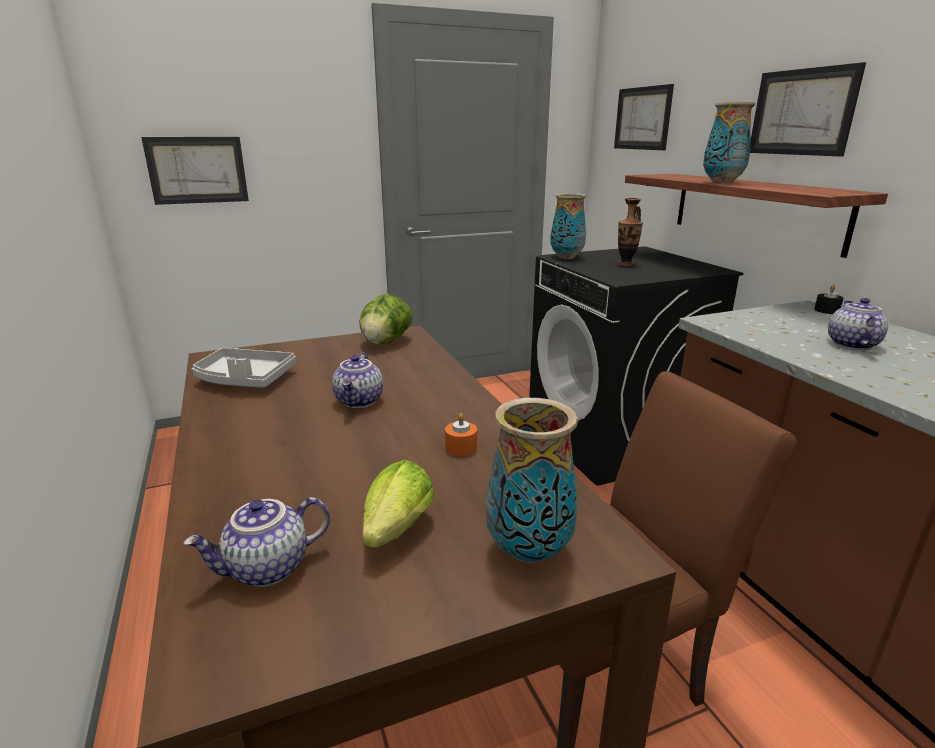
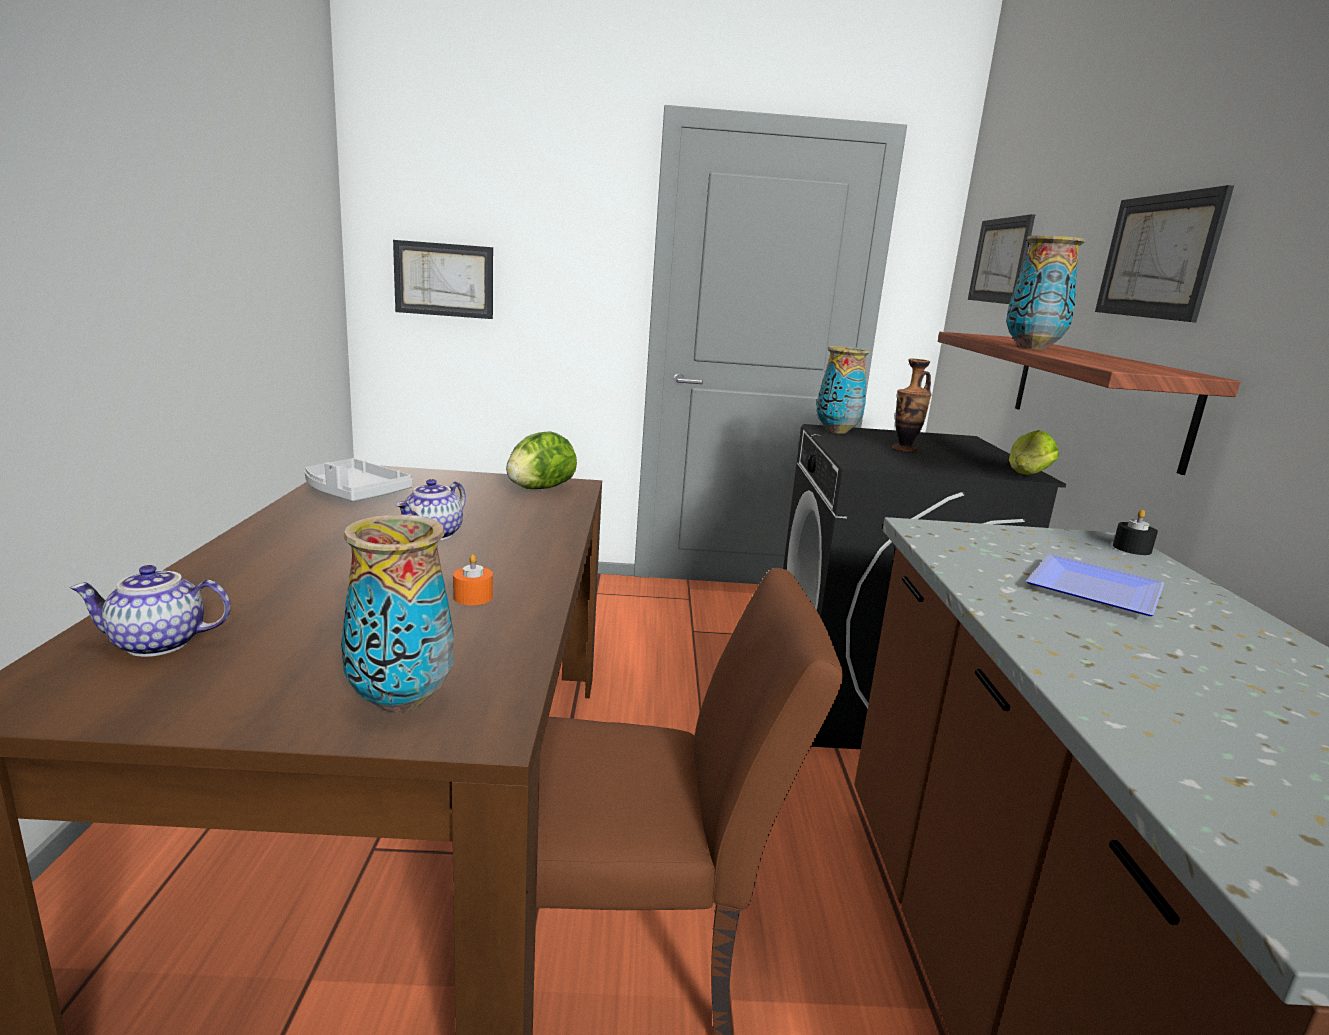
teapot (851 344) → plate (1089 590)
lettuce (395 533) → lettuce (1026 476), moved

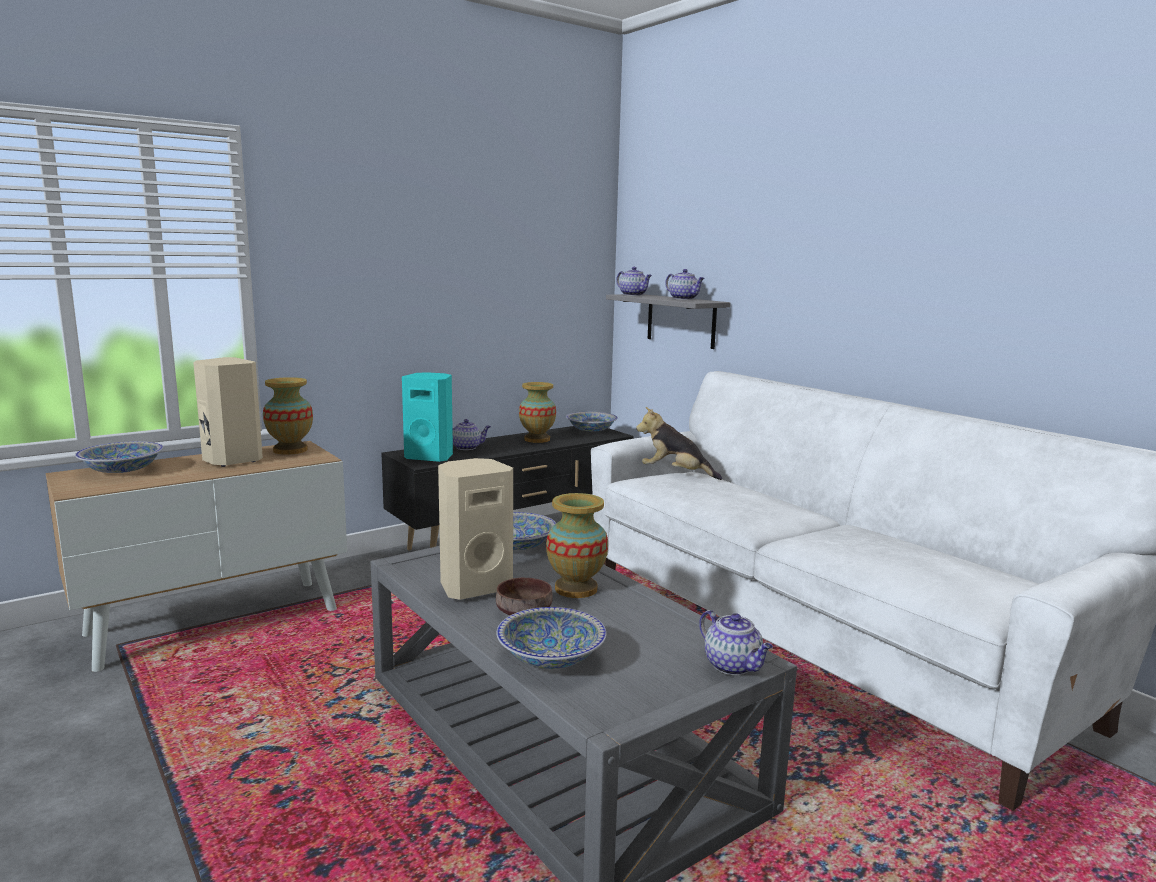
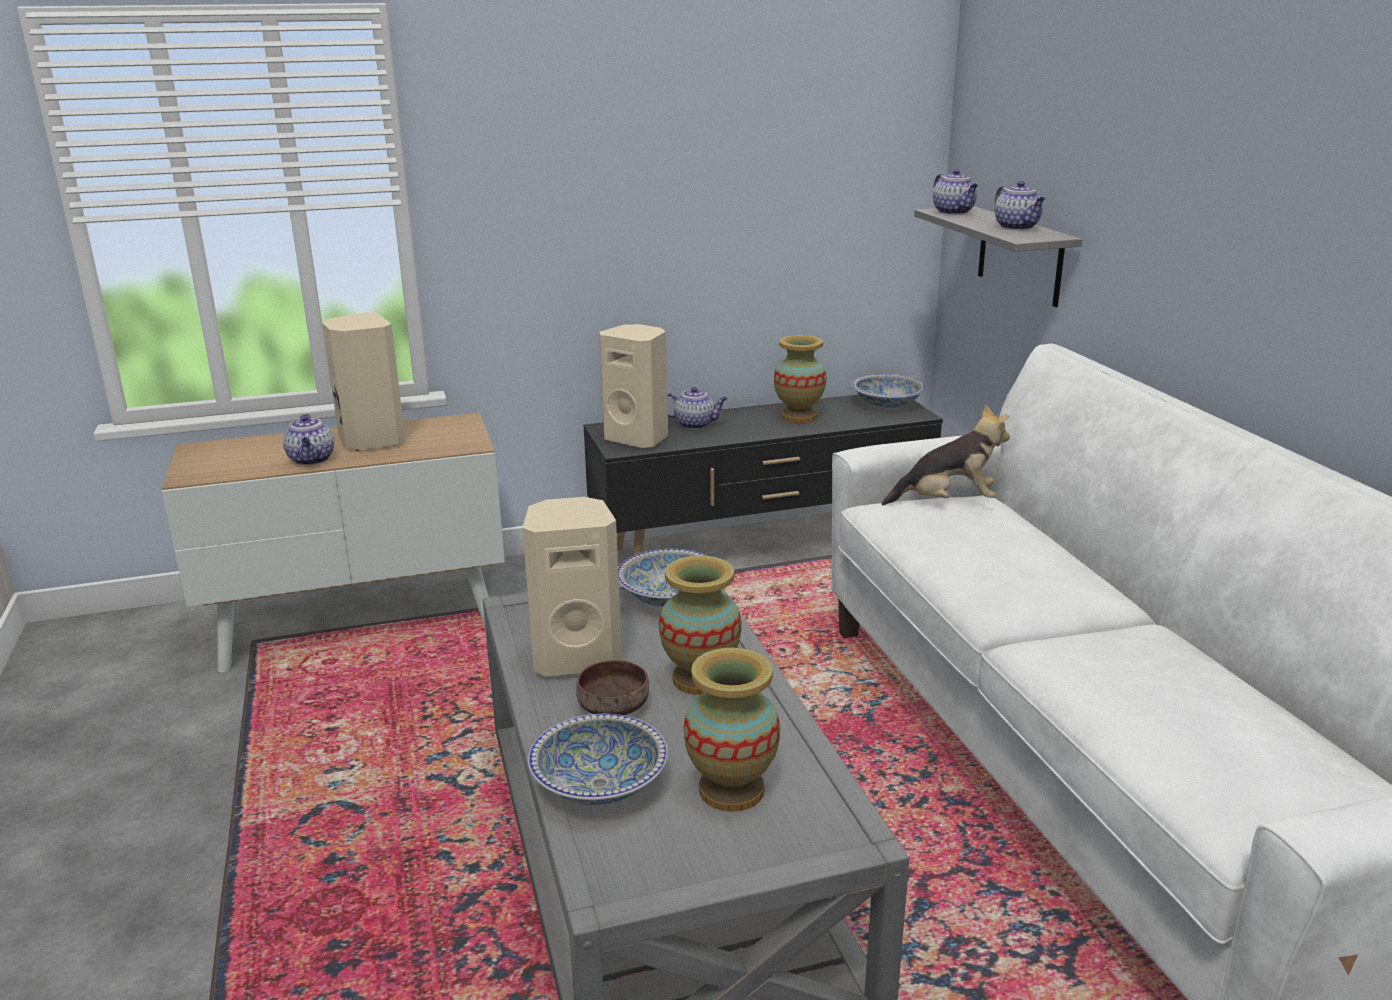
turquoise speaker (430 457) → beige speaker (638 438)
vase (290 450) → vase (731 790), moved
plush toy (675 474) → plush toy (947 502), 135 degrees clockwise
bowl (122 470) → -
teapot (733 666) → teapot (312 460), moved

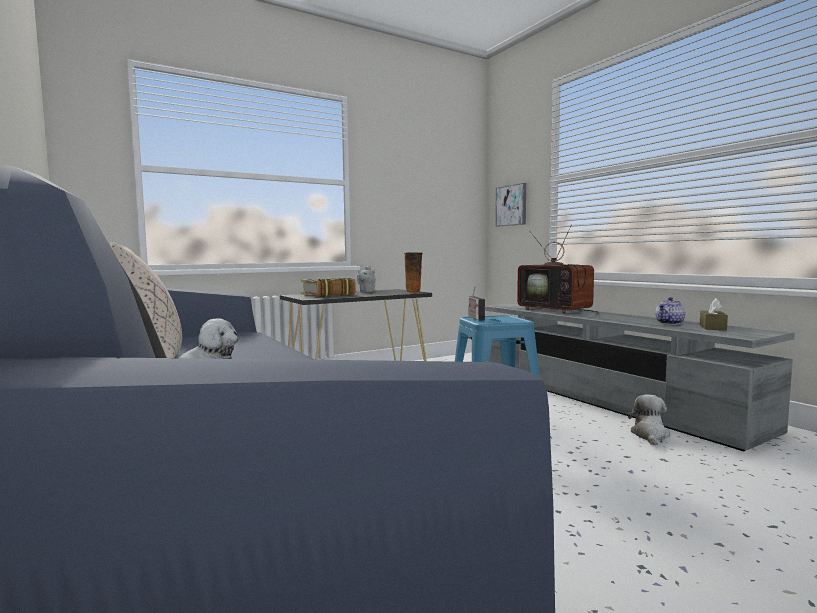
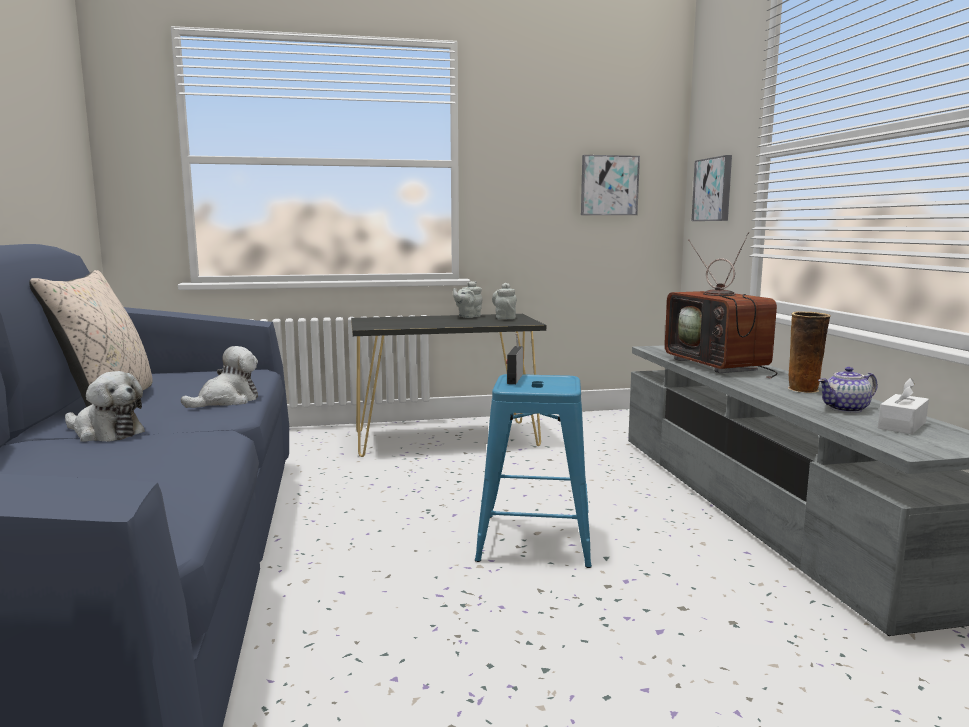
vase (413 292) → vase (804 390), moved
book (327 295) → -
brown tissue box (712 327) → white tissue box (902 425)
plush toy (649 435) → plush toy (227 401), moved
- → picture (609 185)
- → grey teapot (505 318)

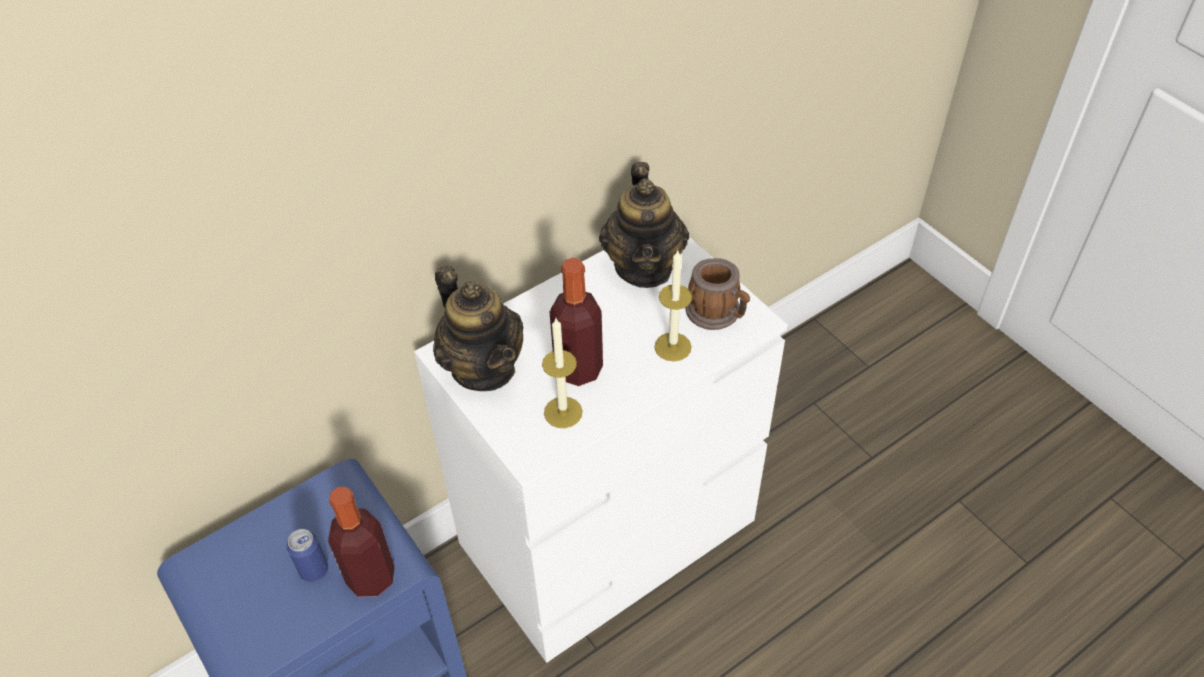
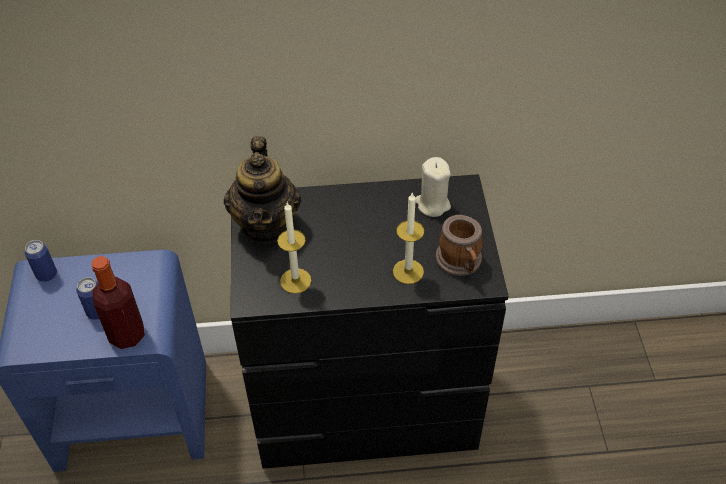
teapot (644 267) → beige candle (432 204)
white dresser (609 534) → black dresser (366 403)
bottle (578 369) → -
- → can (46 274)

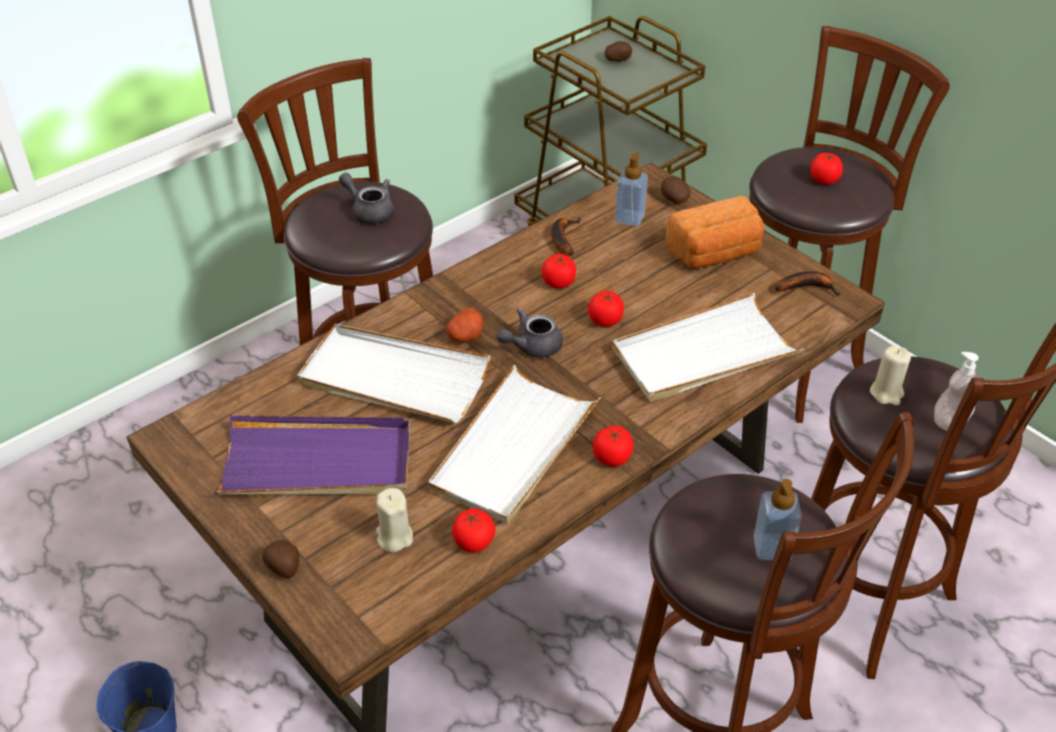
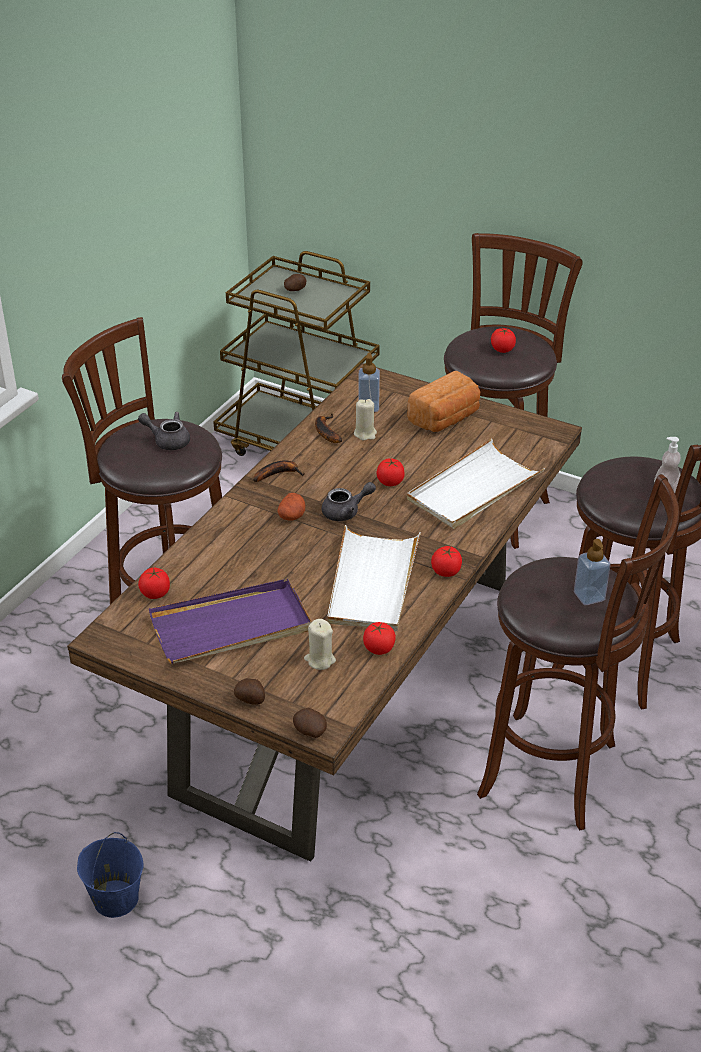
potato (673 199) → potato (309 731), moved
tomato (558 282) → tomato (155 593), moved
banana (807 287) → banana (278 474), moved
grey teapot (531 346) → grey teapot (346 512), 150 degrees counterclockwise
white tray (393 379) → -
beige candle (886 393) → beige candle (365 434), moved

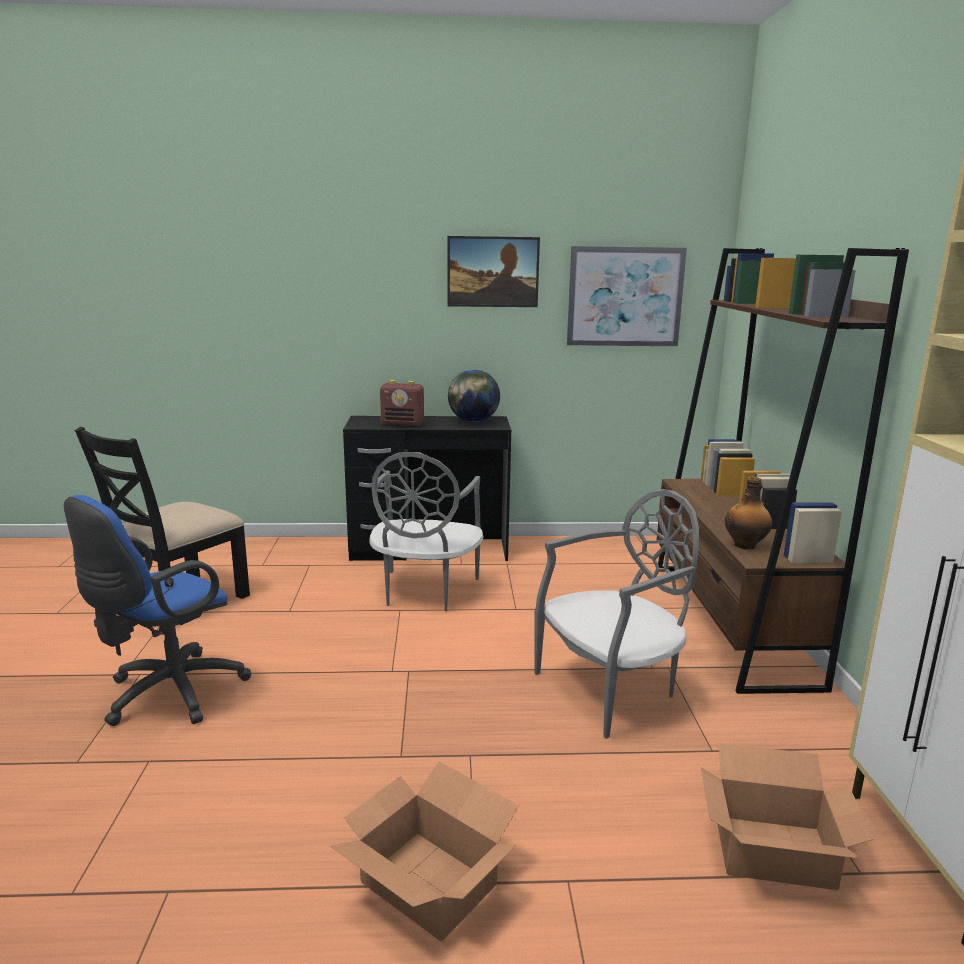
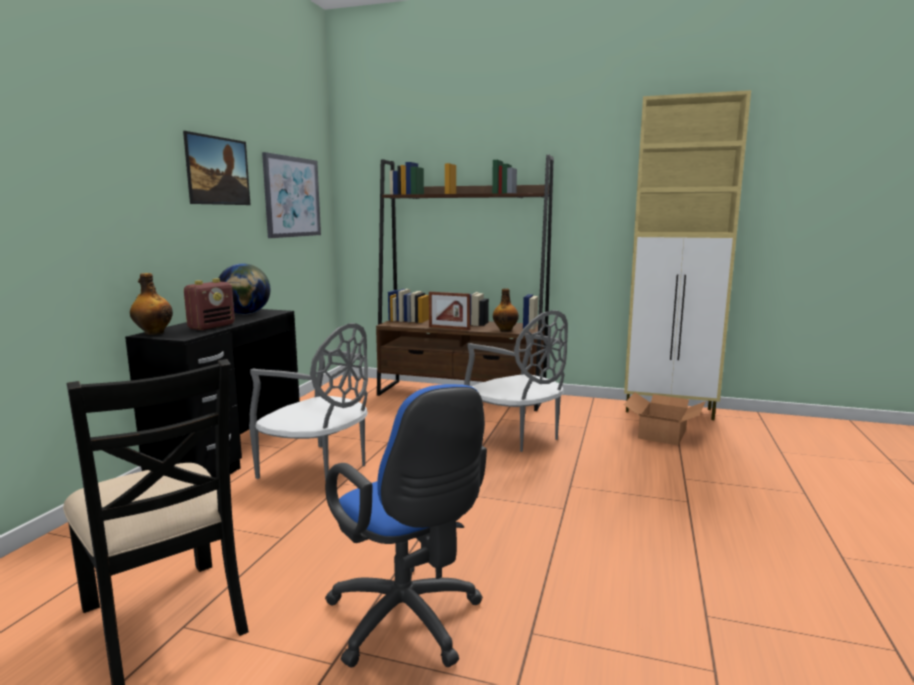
grey chair (611 690) → grey chair (517 436), 150 degrees clockwise
cardboard box (428 881) → -
- → bottle (153 333)
- → picture frame (449 328)

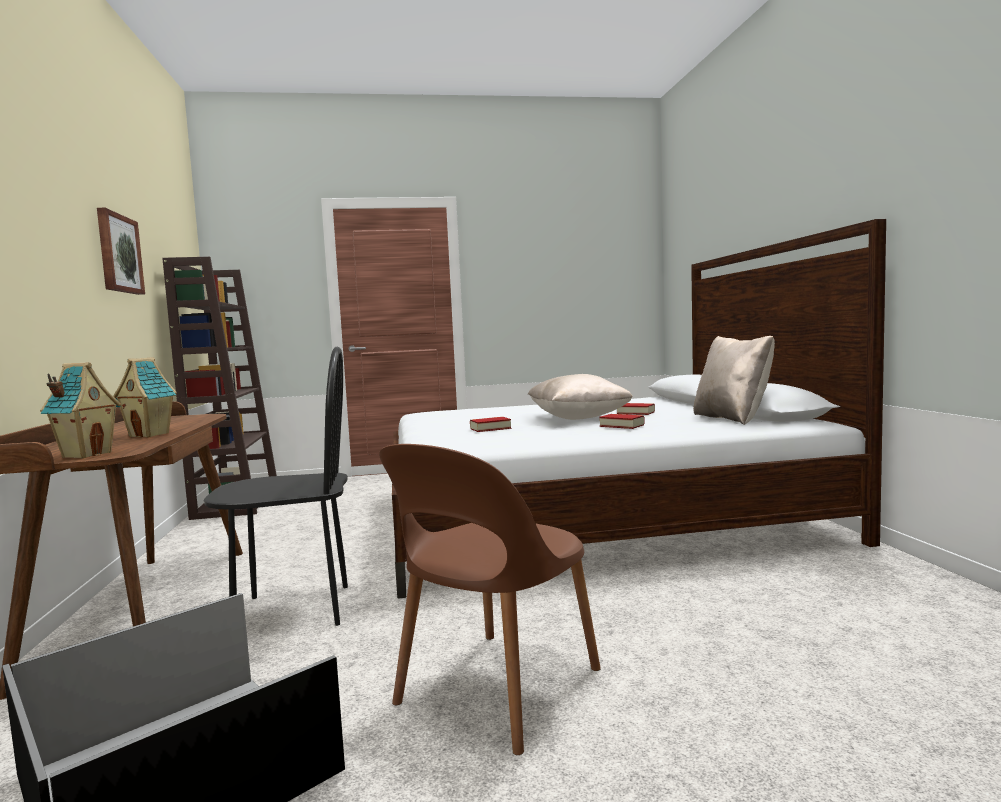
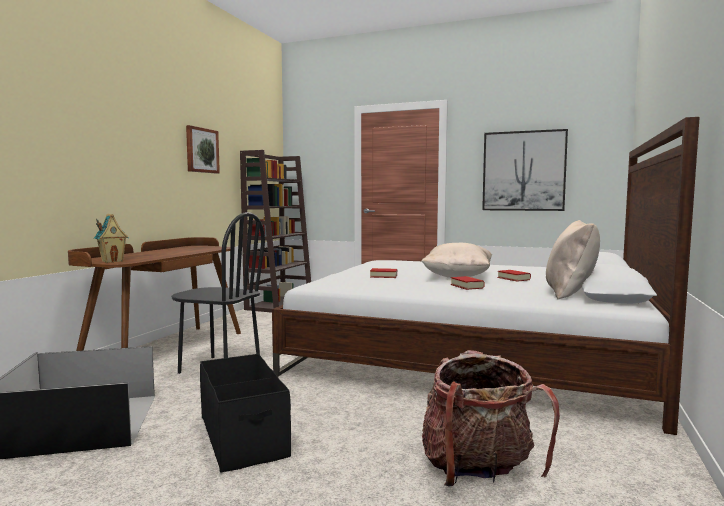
toy house (150 435) → -
brown chair (496 689) → black storage box (243 436)
- → picture (523 171)
- → backpack (478 471)

